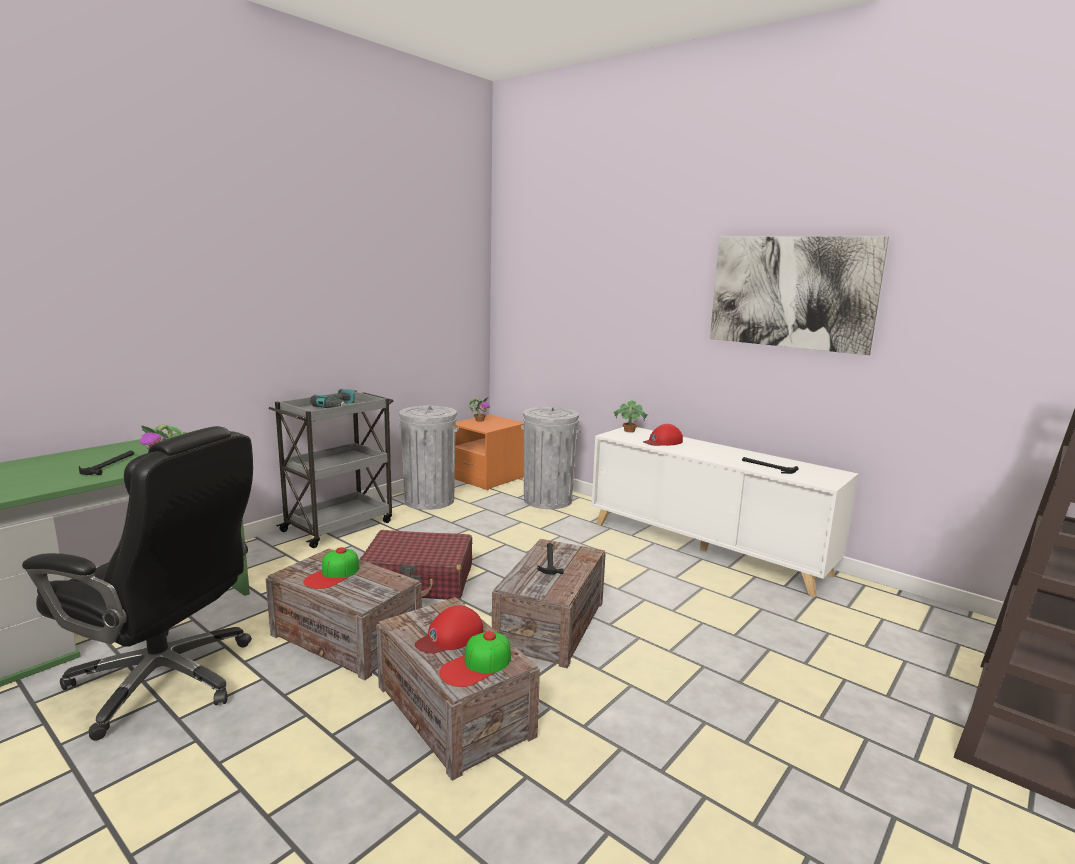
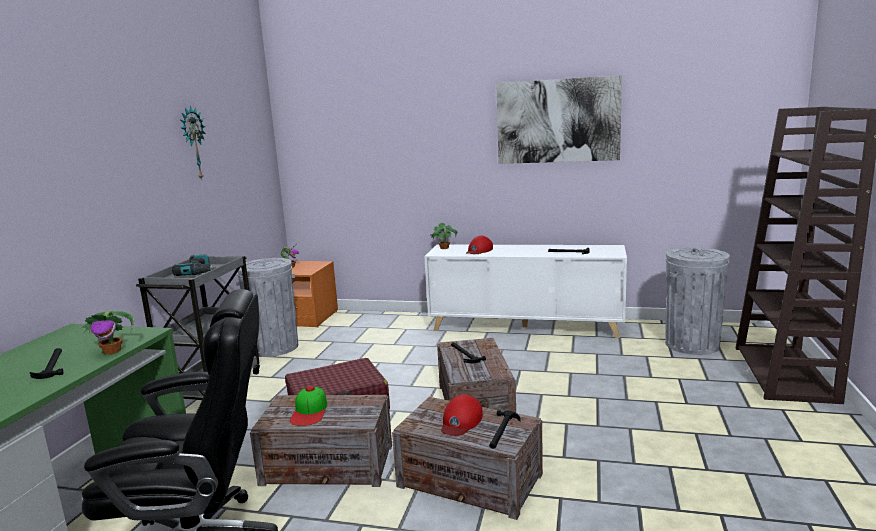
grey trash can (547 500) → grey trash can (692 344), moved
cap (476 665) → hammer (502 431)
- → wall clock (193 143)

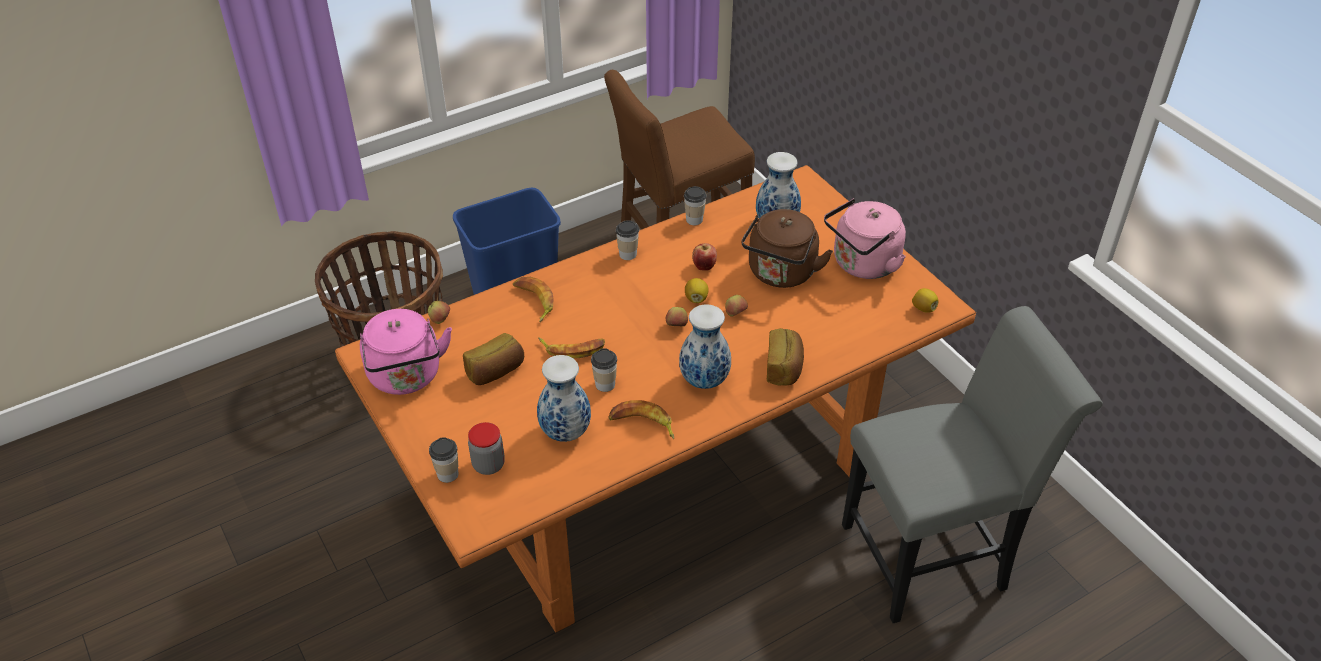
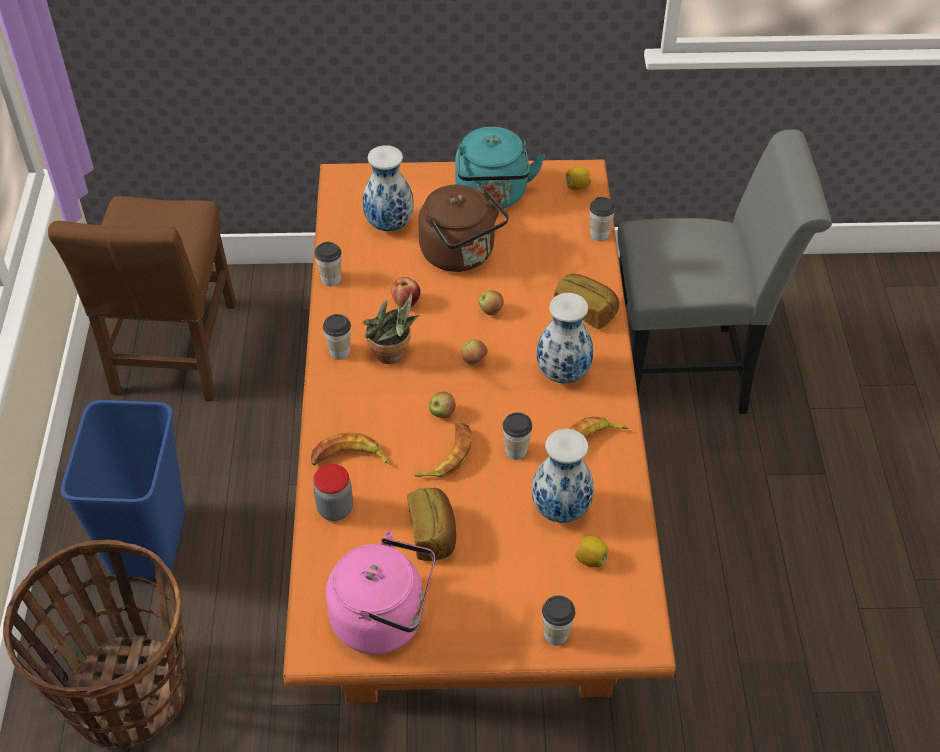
pink kettle (862 265) → turquoise kettle (492 196)
lemon (696 298) → lemon (590 559), moved
apple (440 320) → apple (442 413), moved
grey chair (935 553) → grey chair (691 371), 75 degrees clockwise
jar (488 465) → jar (335 509), moved
- → cup (599 234)
- → potted plant (392 356)

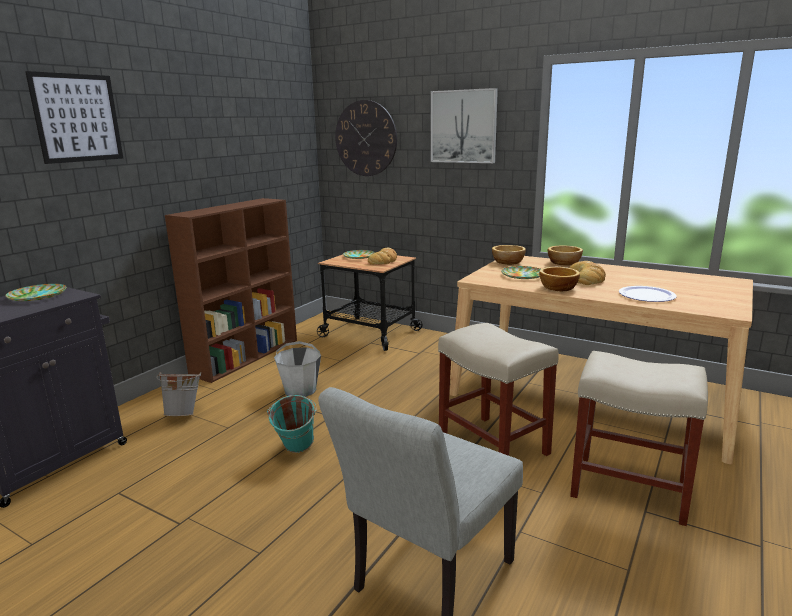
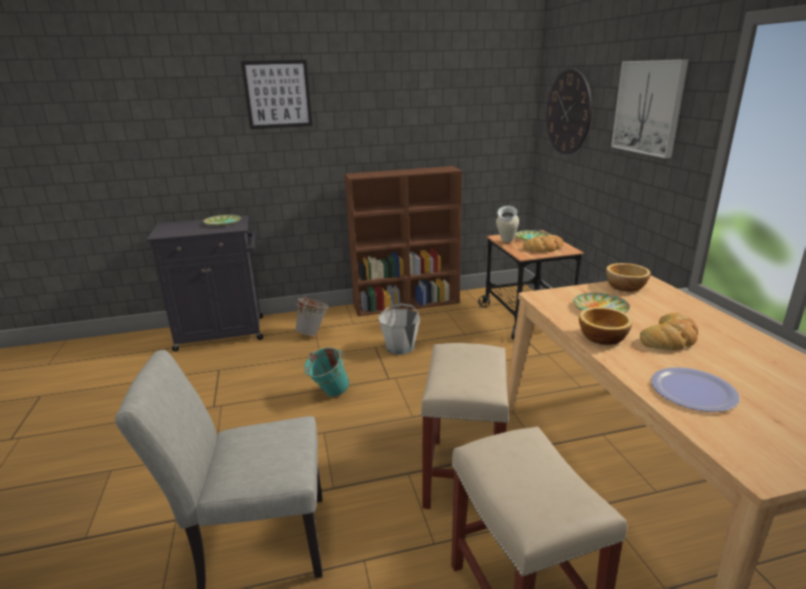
bowl (564 263) → -
- → vase (505 244)

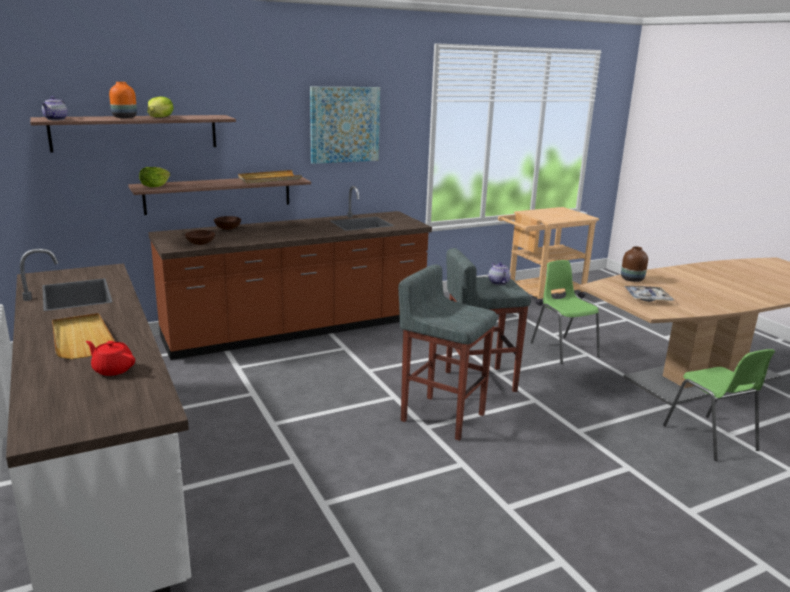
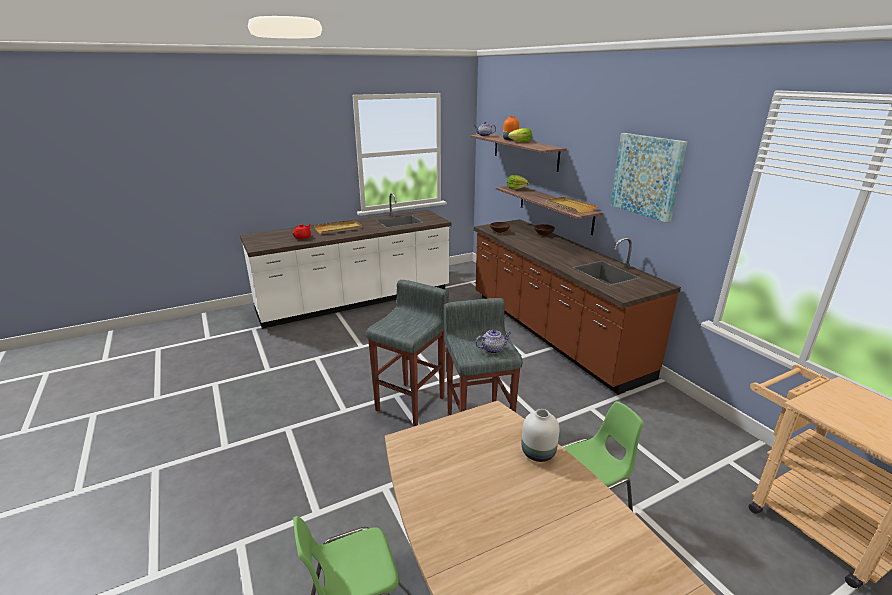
brown vase (631 279) → white vase (538 452)
tray (647 298) → -

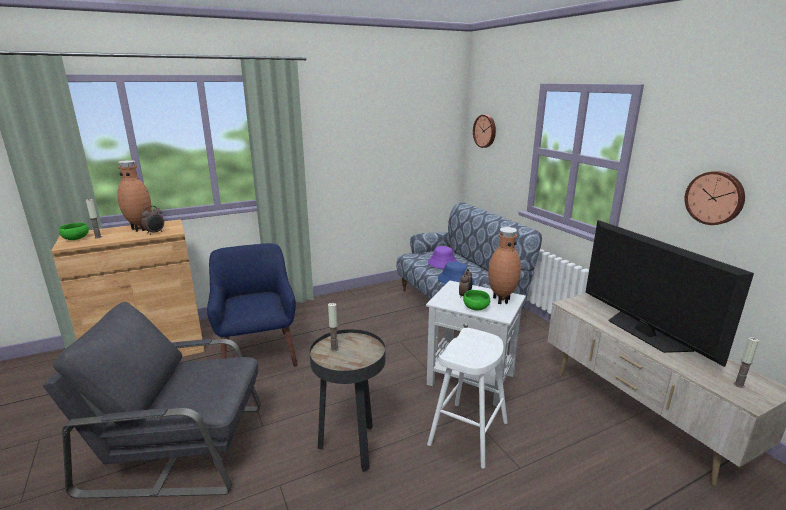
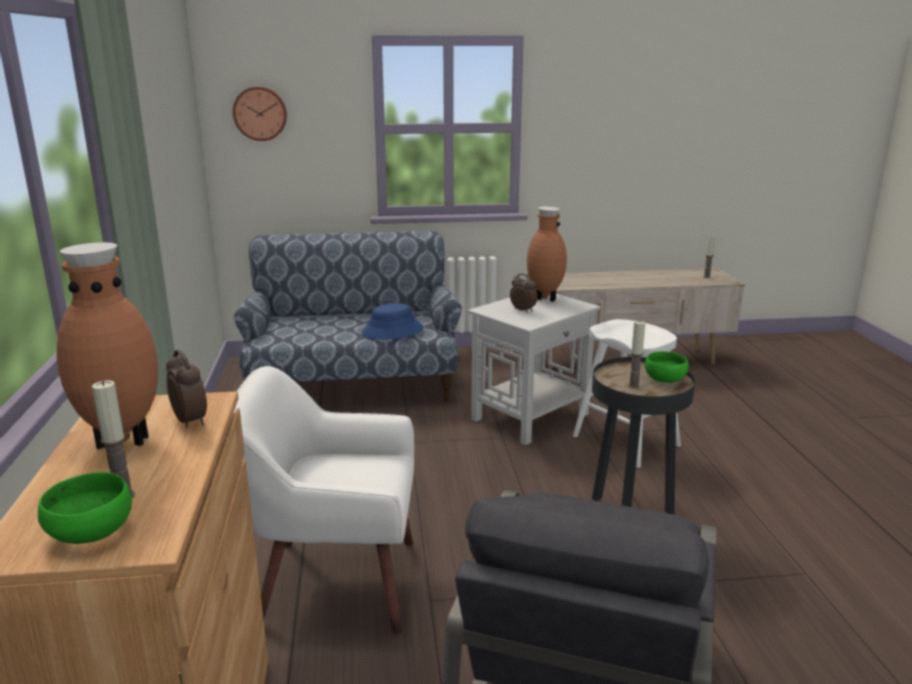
wall clock (715 197) → -
television (644 333) → -
blue armchair (258 353) → white armchair (335 582)
purple hat (442 263) → -
green bowl (476 308) → green bowl (664 379), moved

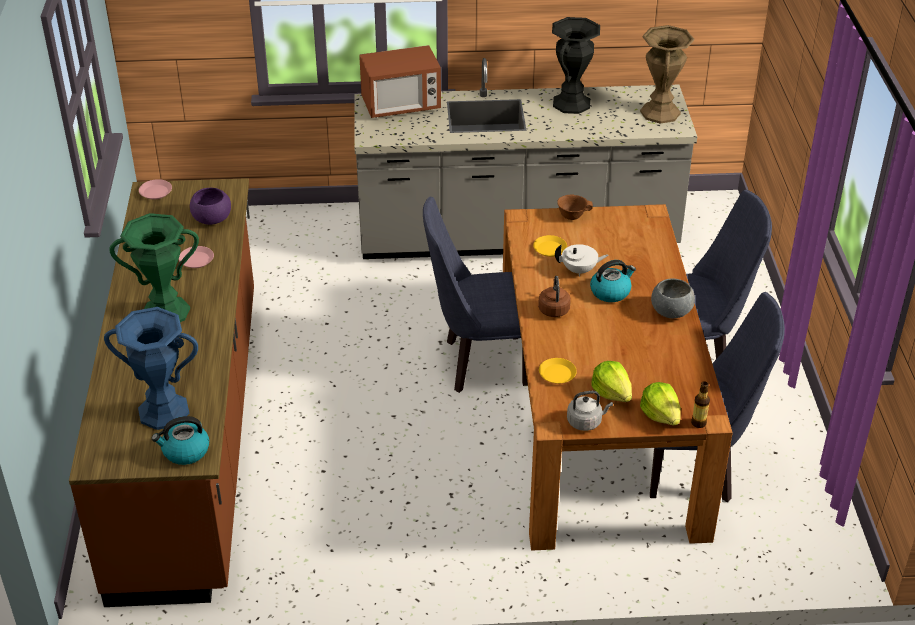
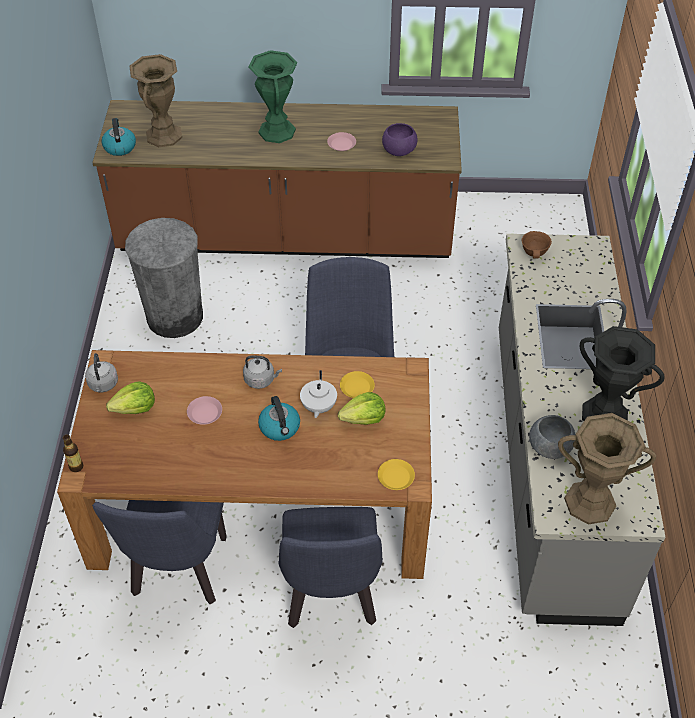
microwave (401 105) → -
pink plate (155 192) → pink plate (204 412), moved
brown bowl (572 216) → brown bowl (534 253), moved
brown kettle (553 309) → grey kettle (261 380)
grey bowl (671 311) → grey bowl (550 447), moved
blue vase (164 411) → brown vase (164 135)
yellow plate (557 374) → yellow plate (396 476), moved
lettuce (661 414) → lettuce (364 419), moved
- → grey trash can (174 317)

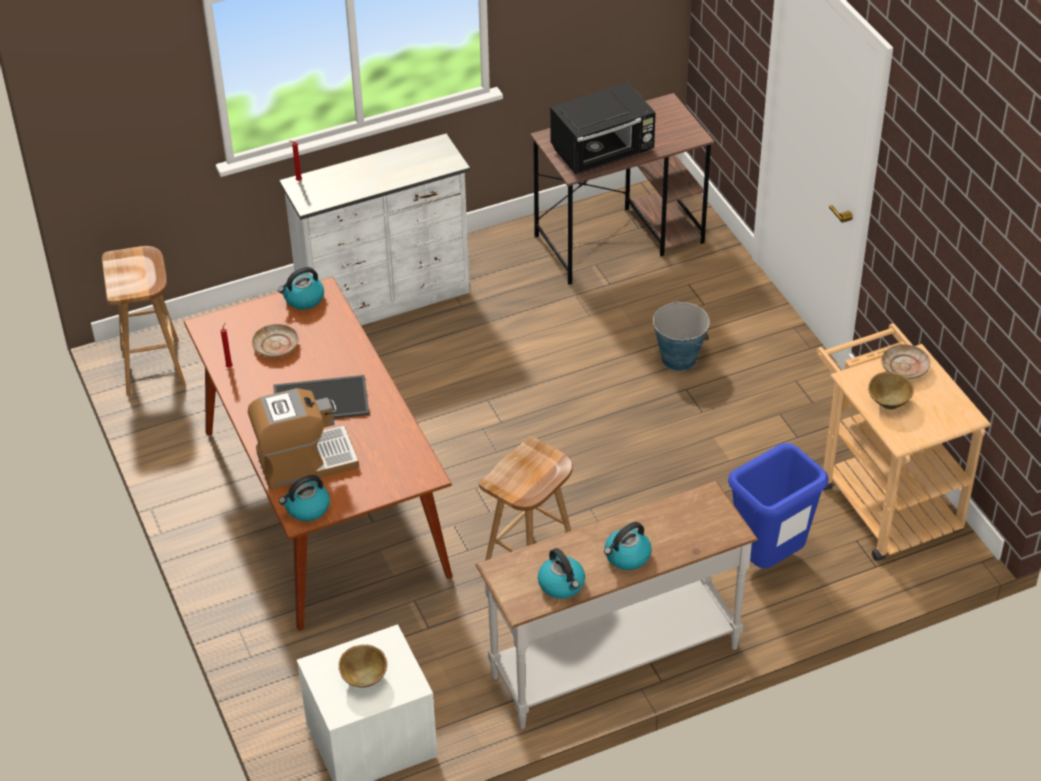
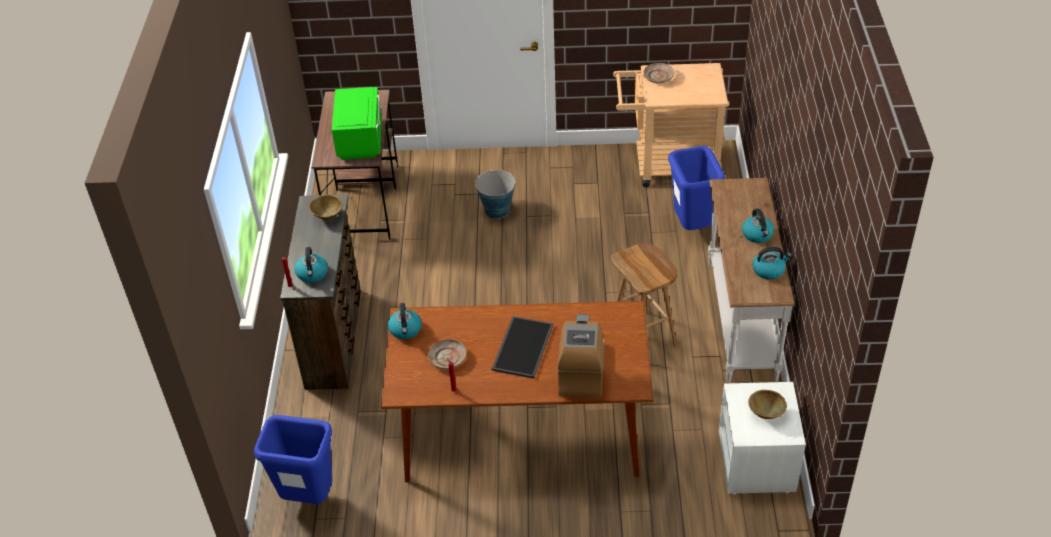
black microwave (603 152) → green microwave (361 139)
white dresser (386 300) → brown dresser (336 337)
brown stool (154 368) → blue trash can (309 498)
brown bowl (888 402) → brown bowl (327 216), moved
kettle (307 508) → kettle (312 274), moved

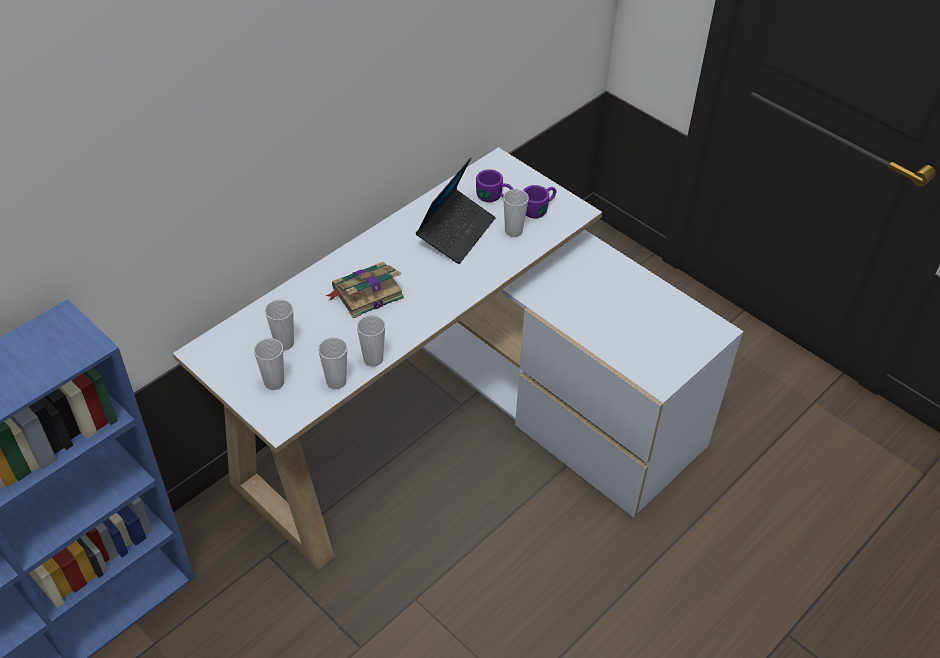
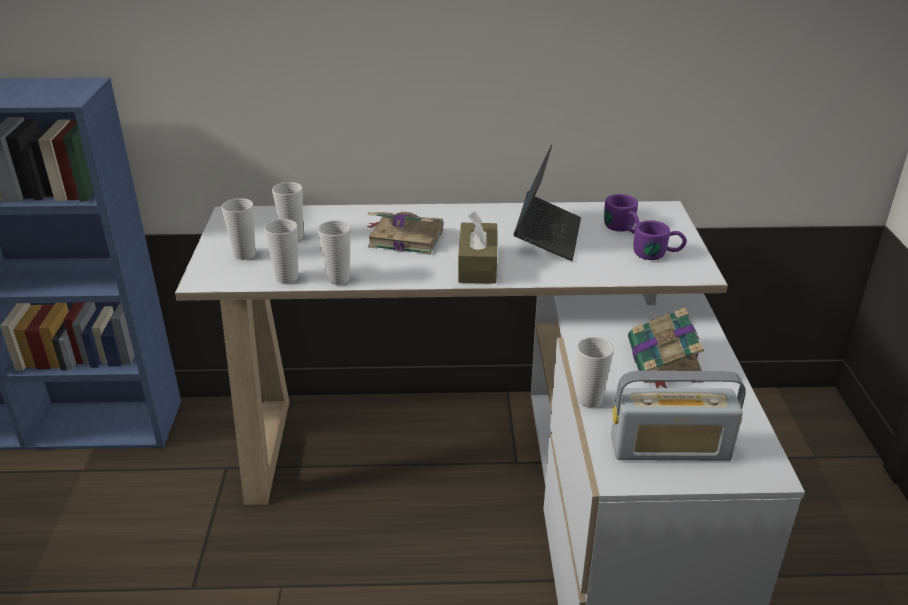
laptop (456 232) → laptop (547 236), 60 degrees counterclockwise
cup (513 231) → cup (589 400), moved
- → brown tissue box (478 265)
- → book (664 362)
- → radio (670 448)

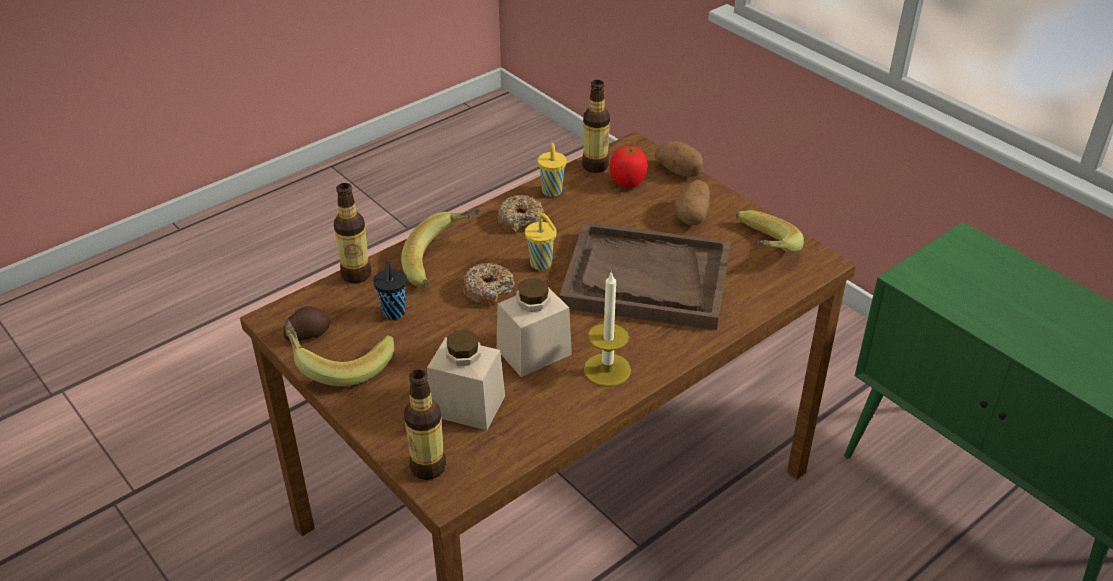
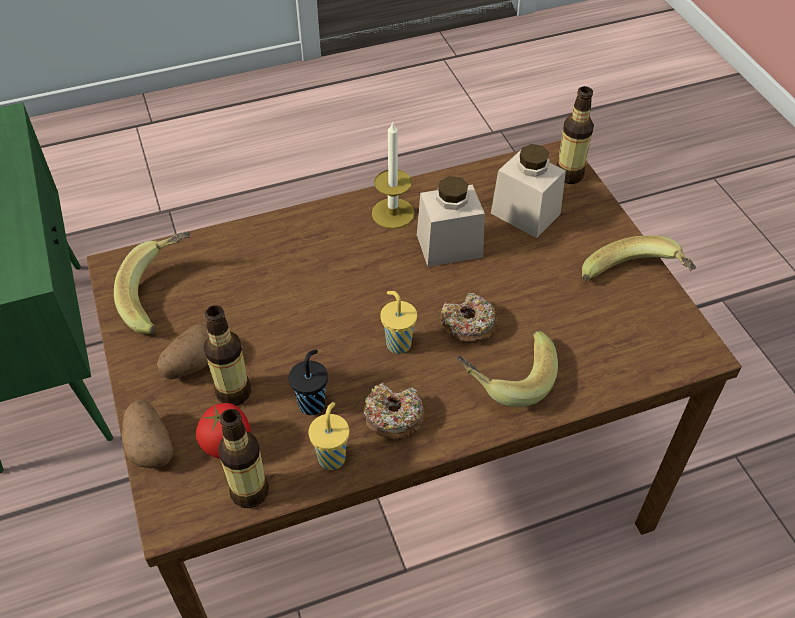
bottle (356 274) → bottle (233 392), moved
brown tray (646 279) → -
black cup (393 313) → black cup (312 403), moved
potato (307 334) → -

